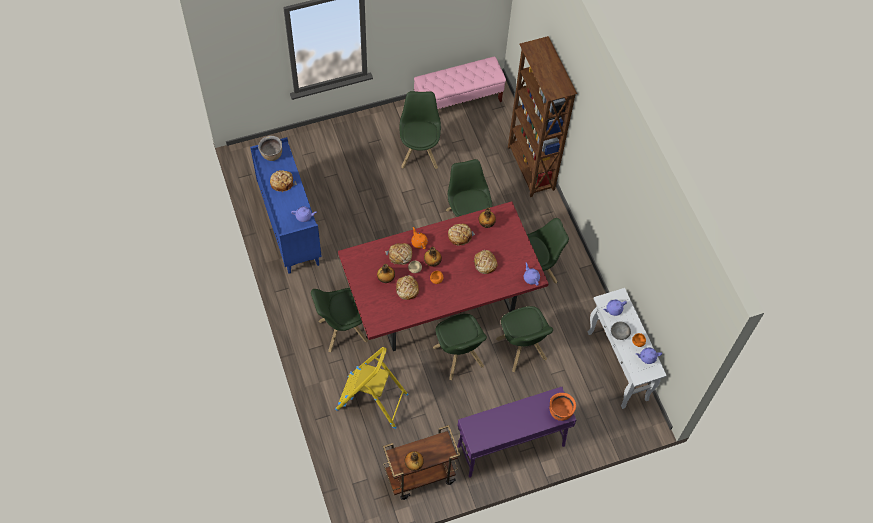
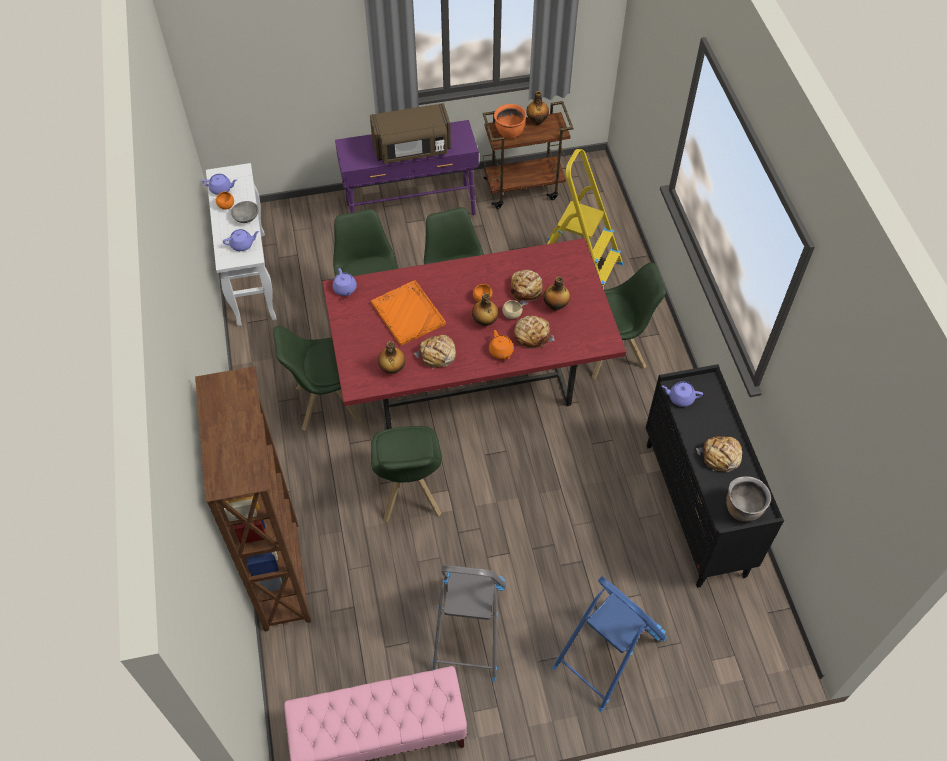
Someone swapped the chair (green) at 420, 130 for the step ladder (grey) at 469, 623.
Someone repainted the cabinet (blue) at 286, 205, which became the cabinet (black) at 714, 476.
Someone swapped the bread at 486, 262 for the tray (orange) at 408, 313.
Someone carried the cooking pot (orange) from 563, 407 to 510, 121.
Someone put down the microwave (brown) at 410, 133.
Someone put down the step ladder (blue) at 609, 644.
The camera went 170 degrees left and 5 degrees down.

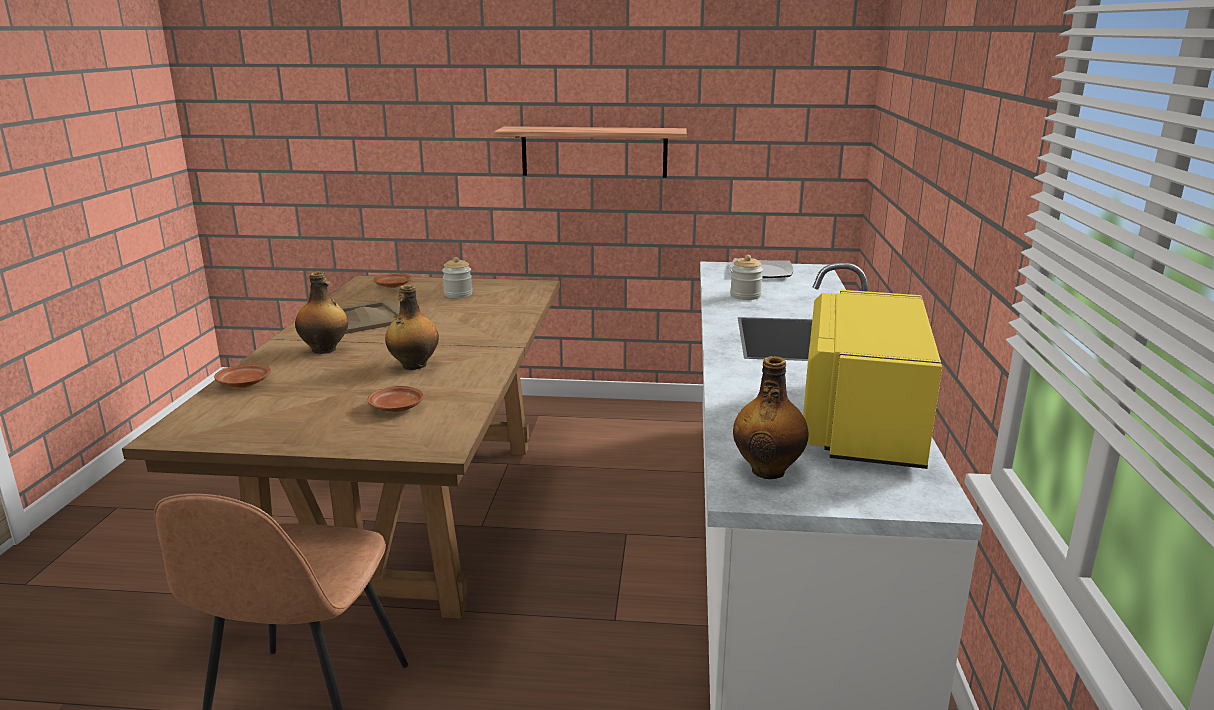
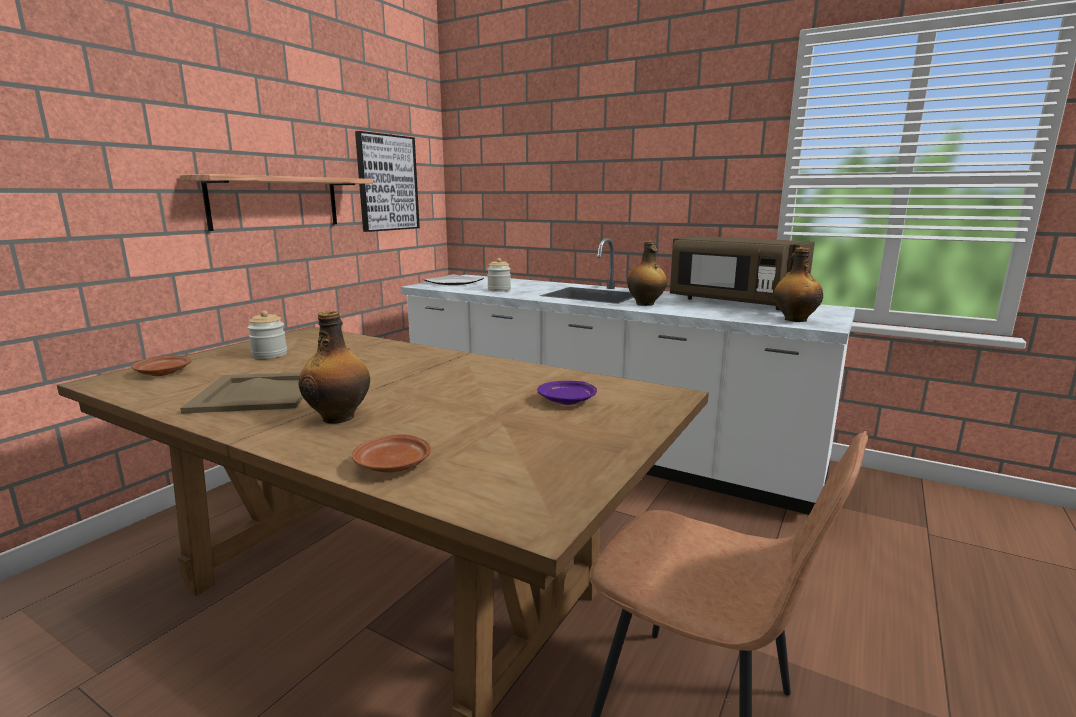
Someone carried the bottle from 412, 327 to 647, 273.
Someone repainted the microwave (yellow) at 872, 379, which became the microwave (brown) at 742, 273.
Someone repainted the plate (brown) at 395, 399, which became the plate (purple) at 567, 393.
Someone put up the picture at 387, 181.
The camera went 65 degrees left and 5 degrees down.

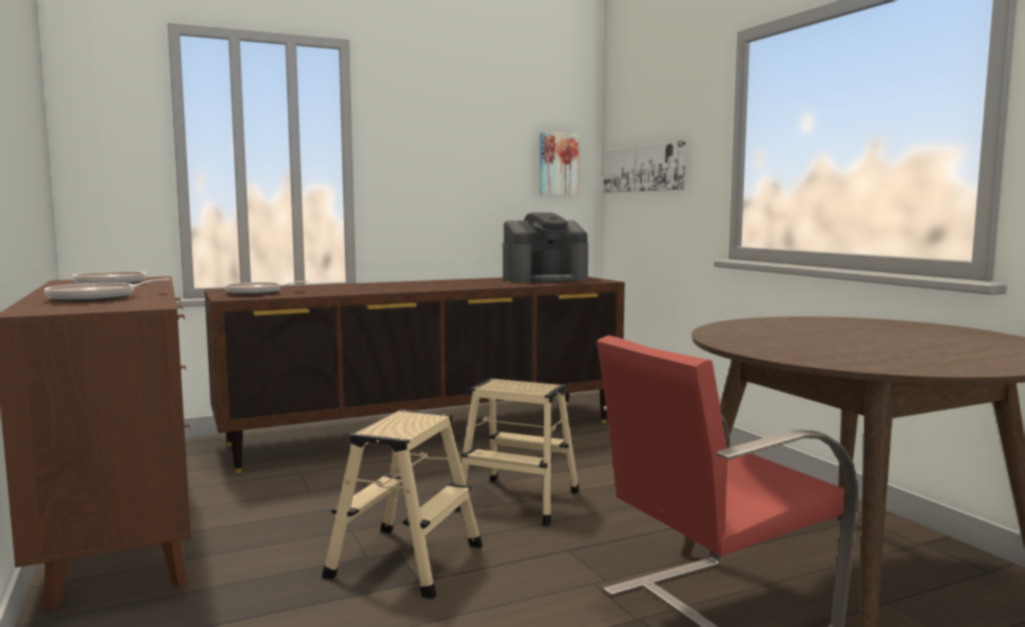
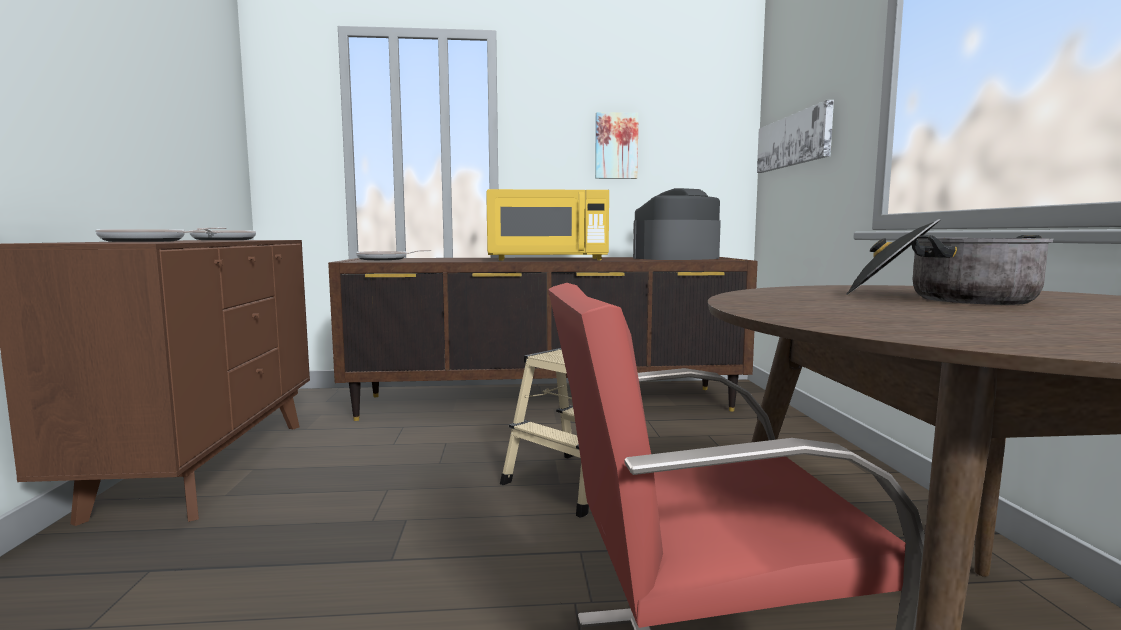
Someone carried the picture from 559, 164 to 617, 145.
Someone rotated the coffee machine at 545, 248 by 150 degrees clockwise.
Someone took away the step ladder (beige) at 402, 504.
Someone put down the microwave (yellow) at 547, 225.
Someone put down the cooking pot at 950, 262.
The camera went 20 degrees right and 0 degrees up.

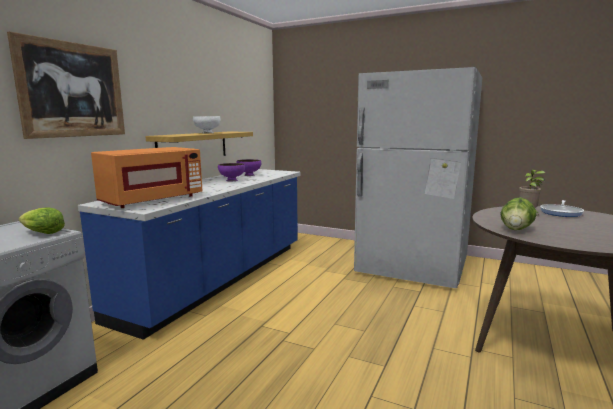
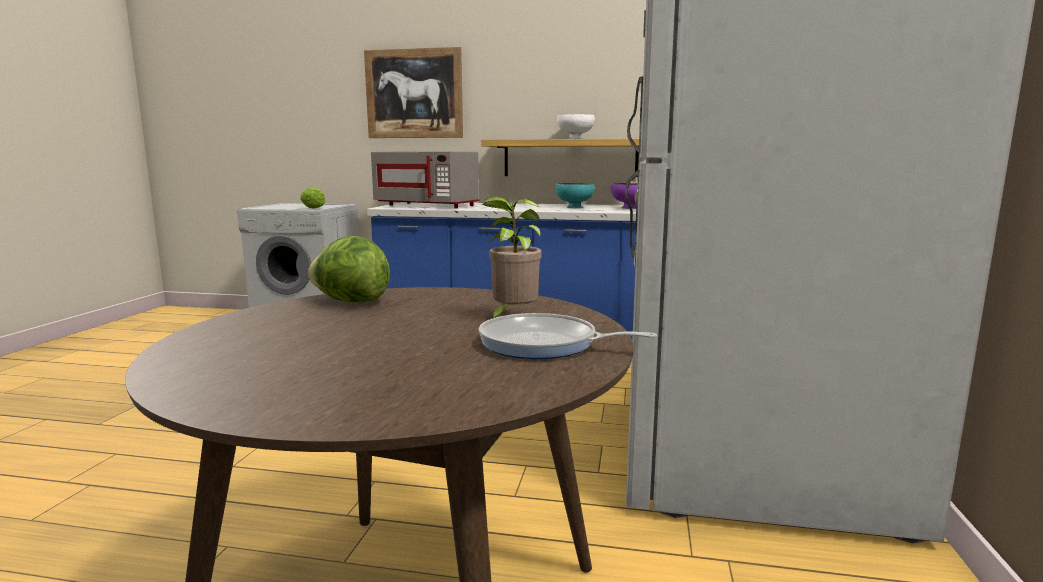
Someone repainted the microwave (orange) at 146, 177, which became the microwave (grey) at 425, 179.
Someone repainted the bowl (purple) at 231, 172, which became the bowl (turquoise) at 575, 195.
The camera went 75 degrees right and 0 degrees up.

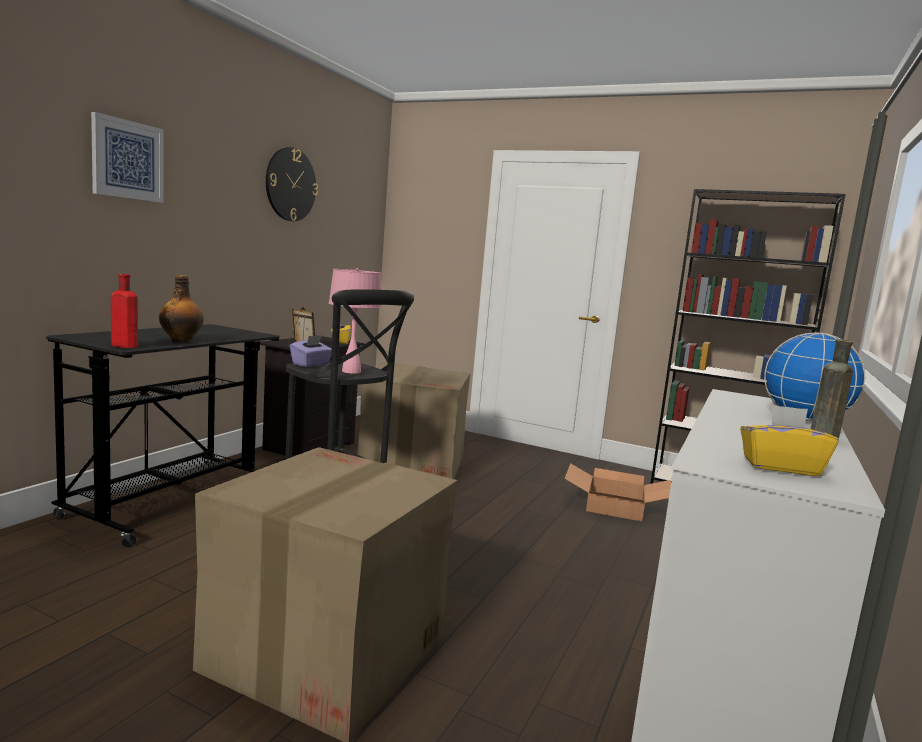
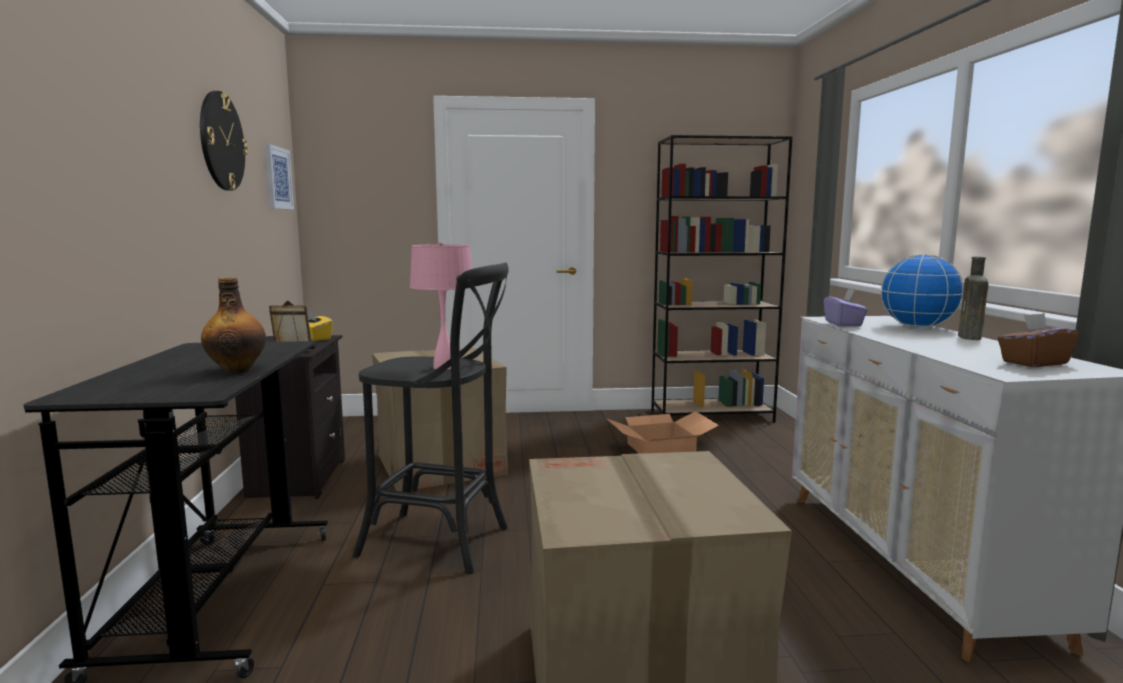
Someone carried the picture from 127, 157 to 279, 177.
Someone took away the bottle (red) at 124, 311.
Someone carried the tissue box (purple) from 311, 351 to 846, 307.
Someone repainted the tissue box (yellow) at 789, 440, which became the tissue box (brown) at 1039, 340.
The camera went 30 degrees left and 0 degrees up.

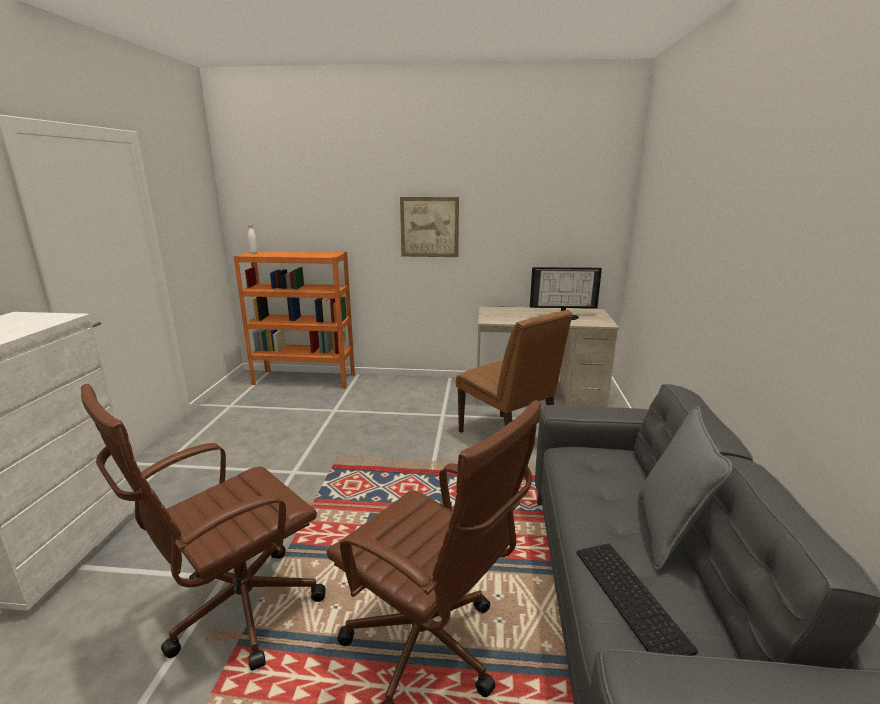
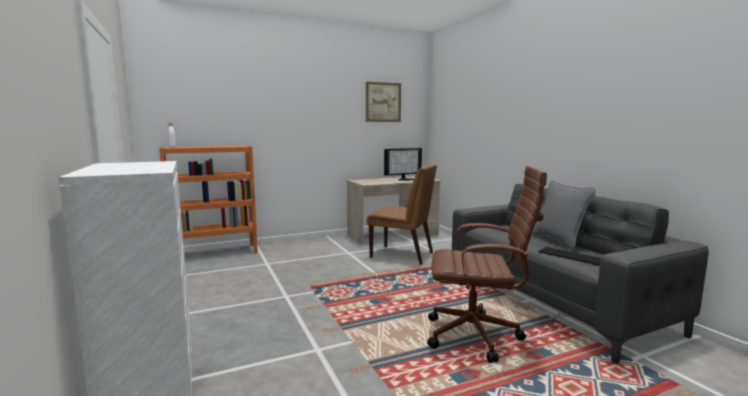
Someone carried the picture from 429, 227 to 383, 102.
Someone took away the office chair (brown) at 203, 527.
The camera went 30 degrees left and 10 degrees down.

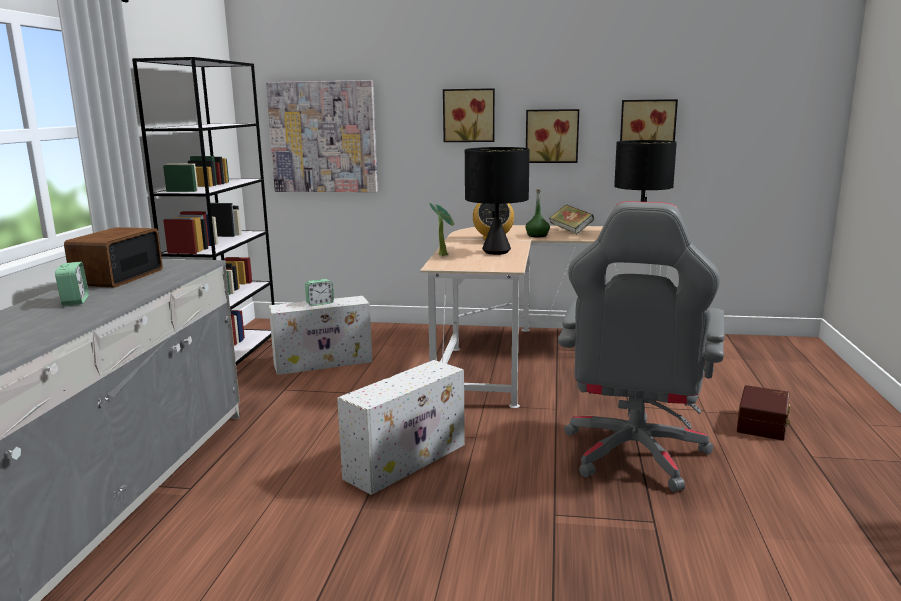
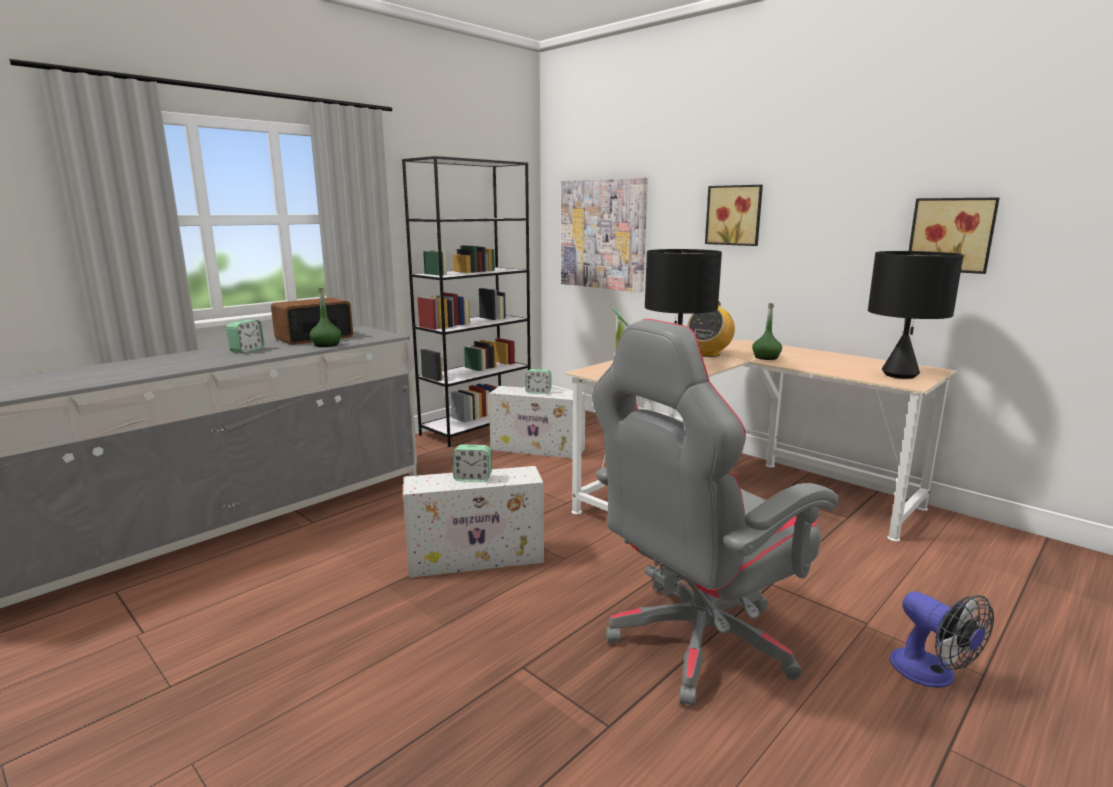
Someone took away the picture at 552, 136.
Someone took away the book at 571, 219.
Someone swapped the storage box (brown) at 764, 413 for the fan at 941, 640.
Someone put down the bottle (green) at 325, 317.
Someone put down the alarm clock at 472, 463.
The camera went 35 degrees right and 0 degrees up.

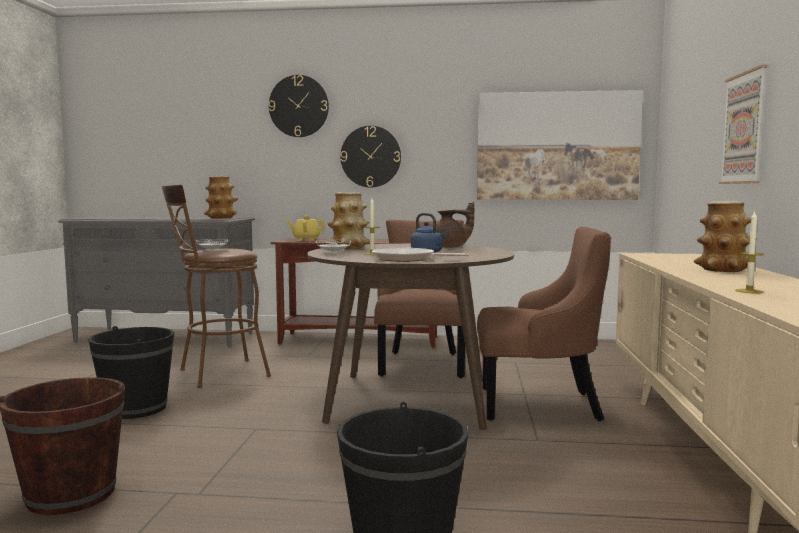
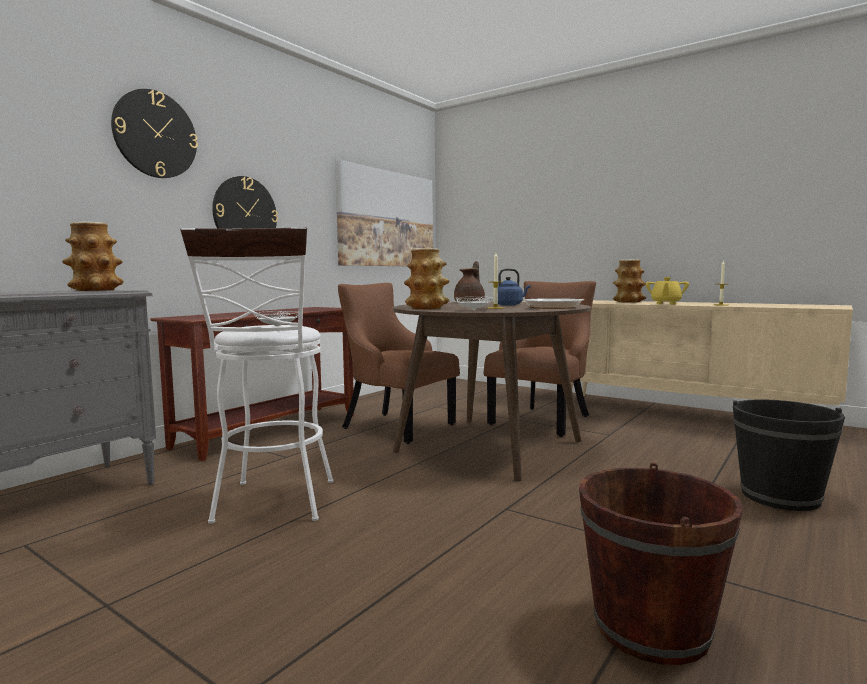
Someone took away the picture at 743, 124.
Someone repainted the stool (brown) at 216, 286, which became the stool (white) at 257, 375.
Someone carried the teapot (yellow) from 306, 228 to 667, 291.
Someone took away the bucket (black) at 131, 372.
The camera went 60 degrees left and 0 degrees up.

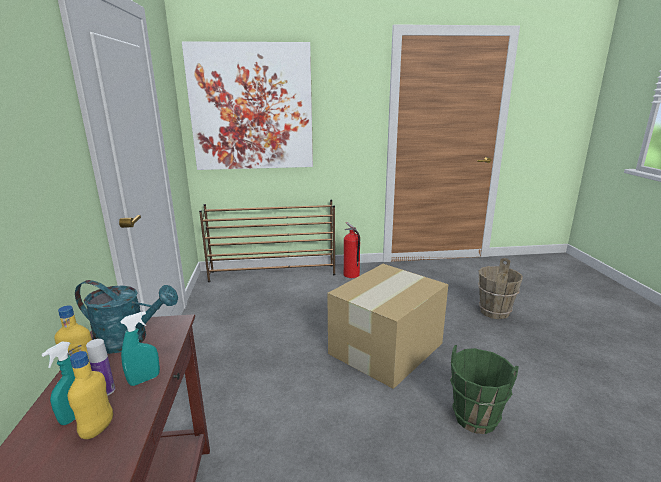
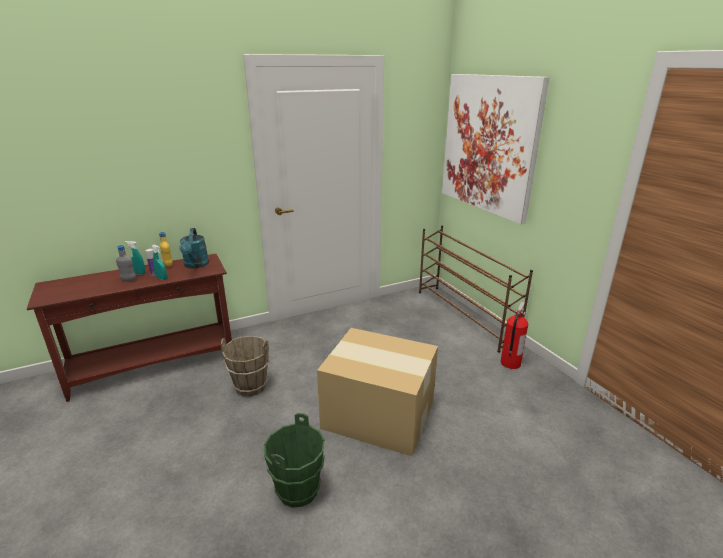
Someone carried the bucket (brown) from 500, 288 to 245, 366.
Someone repainted the bottle (yellow) at 90, 395, which became the bottle (grey) at 126, 263.
The camera went 70 degrees right and 5 degrees up.

